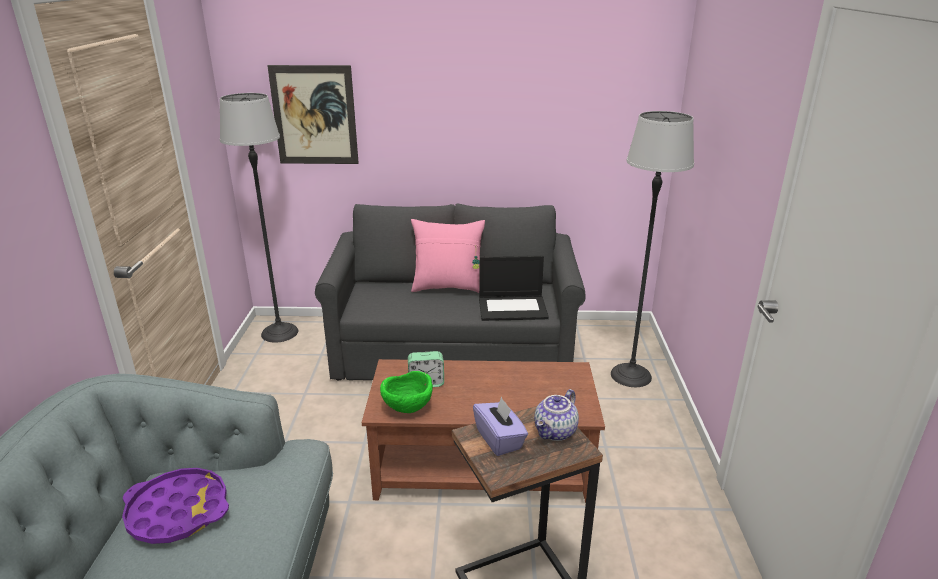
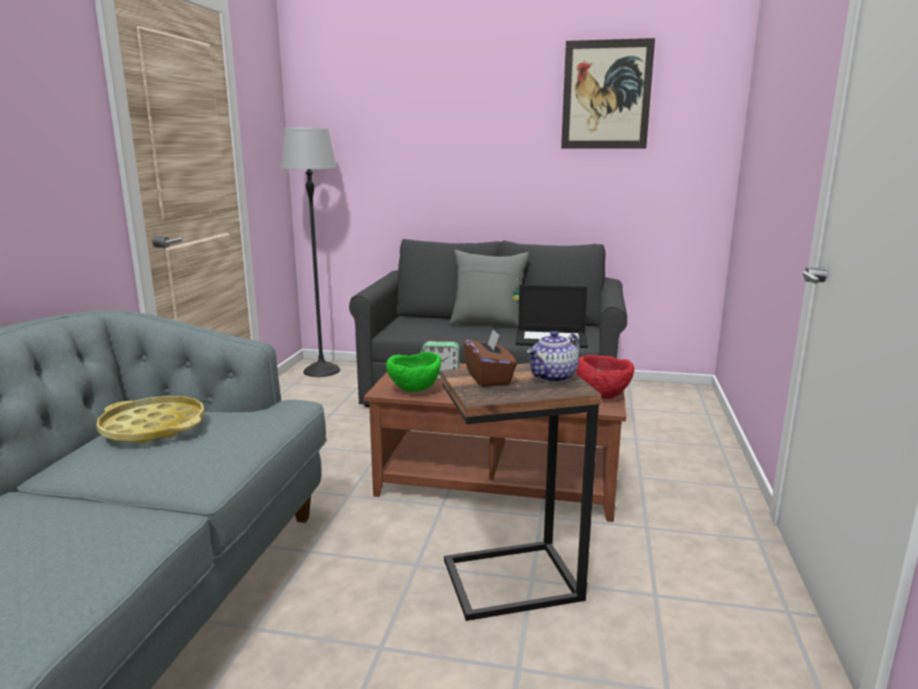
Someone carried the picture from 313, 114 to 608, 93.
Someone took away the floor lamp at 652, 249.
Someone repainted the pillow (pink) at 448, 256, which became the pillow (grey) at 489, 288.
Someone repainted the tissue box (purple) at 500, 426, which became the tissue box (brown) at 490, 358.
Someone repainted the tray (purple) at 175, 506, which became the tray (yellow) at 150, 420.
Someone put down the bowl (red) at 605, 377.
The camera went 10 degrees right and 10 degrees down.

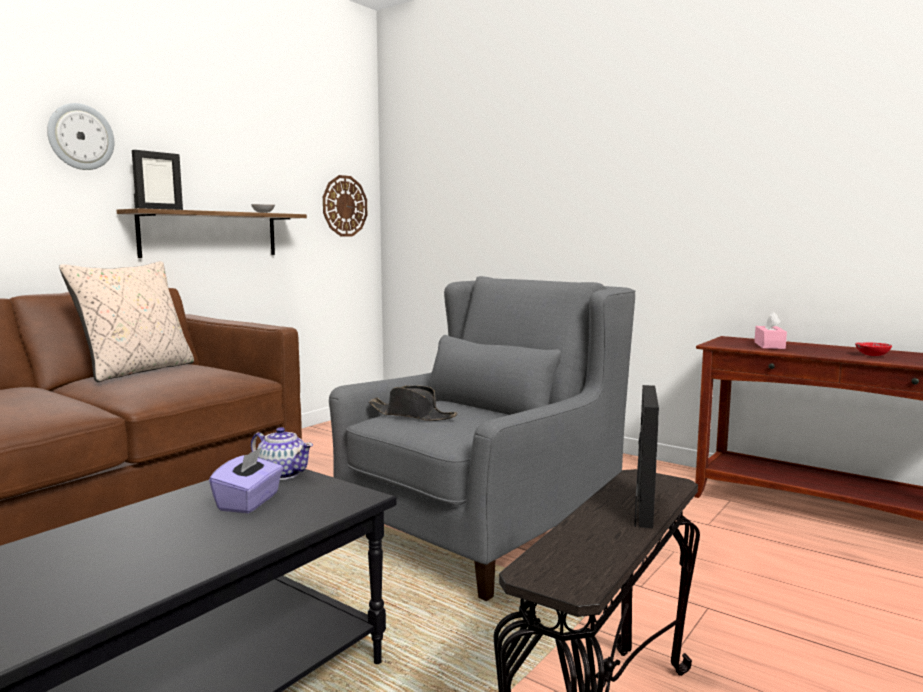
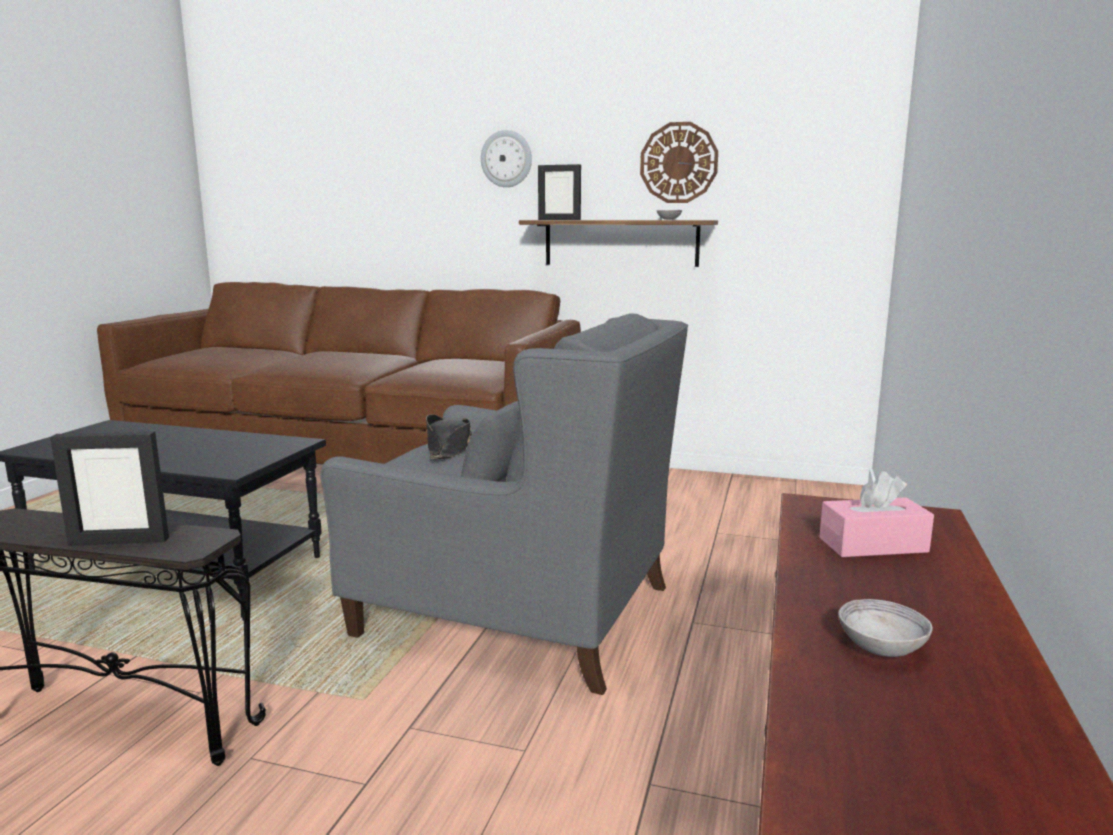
Someone carried the wall clock from 345, 205 to 679, 162.
Someone took away the pillow (beige) at 126, 321.
Someone repainted the bowl (red) at 873, 349, which became the bowl (grey) at 885, 628.
Someone took away the teapot at 282, 453.
Someone took away the tissue box (purple) at 246, 480.
The camera went 70 degrees right and 5 degrees up.

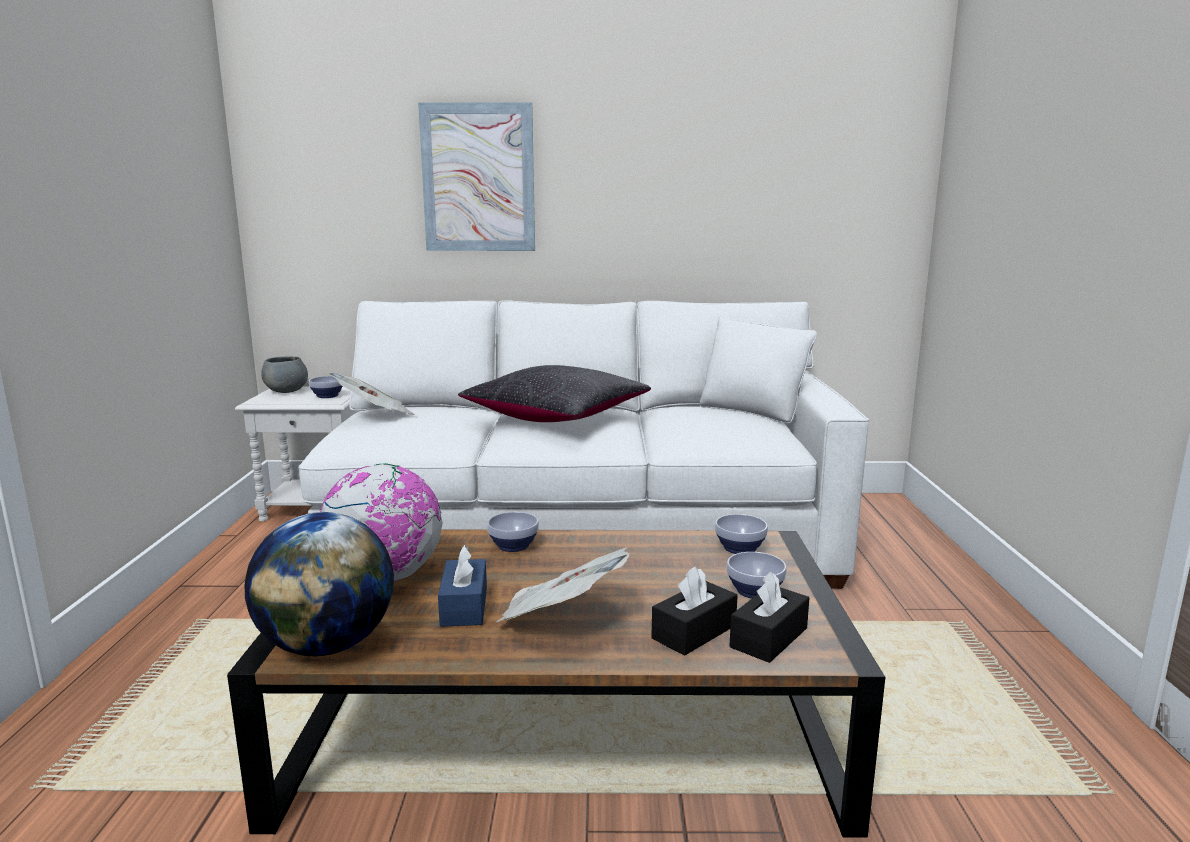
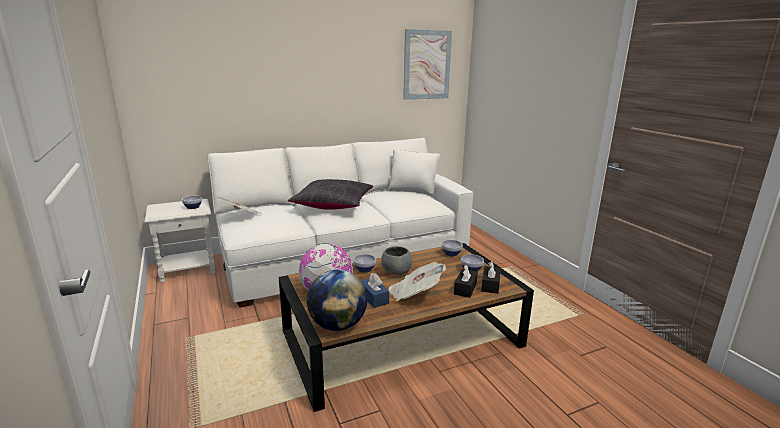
Someone carried the picture from 476, 176 to 427, 64.
Someone carried the bowl (grey) from 284, 374 to 397, 260.
The camera went 25 degrees left and 5 degrees up.

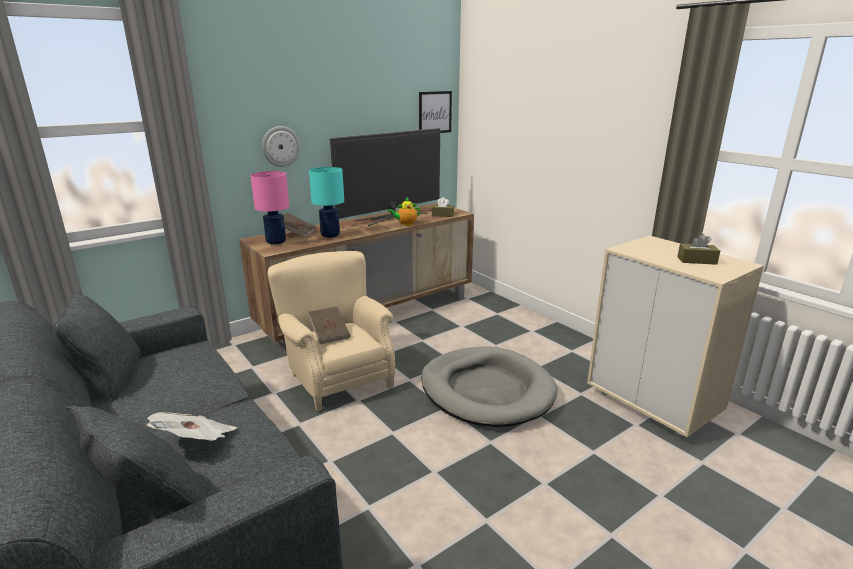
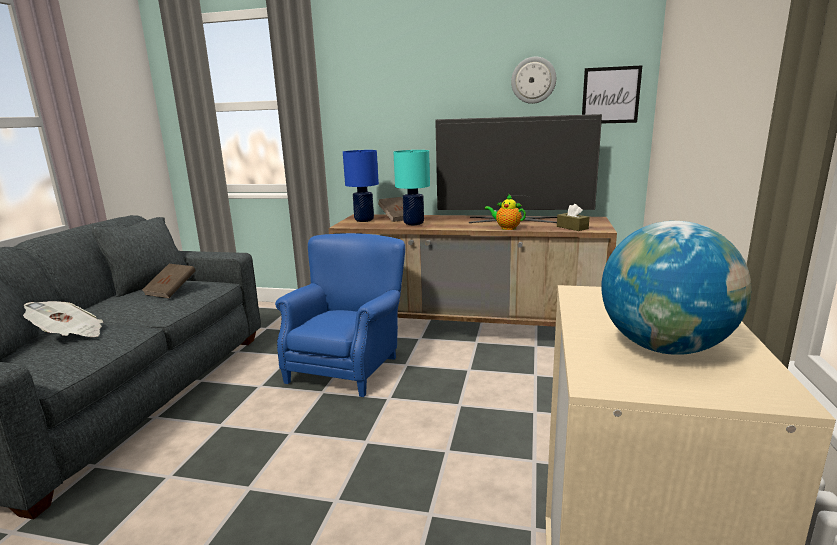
Someone carried the wall clock from 281, 146 to 533, 80.
Someone repainted the table lamp (pink) at 270, 208, which became the table lamp (blue) at 361, 186.
Someone swapped the tissue box (brown) at 698, 249 for the globe at 676, 288.
Someone repainted the armchair (beige) at 331, 331, which became the armchair (blue) at 340, 315.
Someone carried the book (brown) from 329, 325 to 169, 281.
Someone took away the dog bed (grey) at 489, 386.
The camera went 50 degrees right and 5 degrees down.

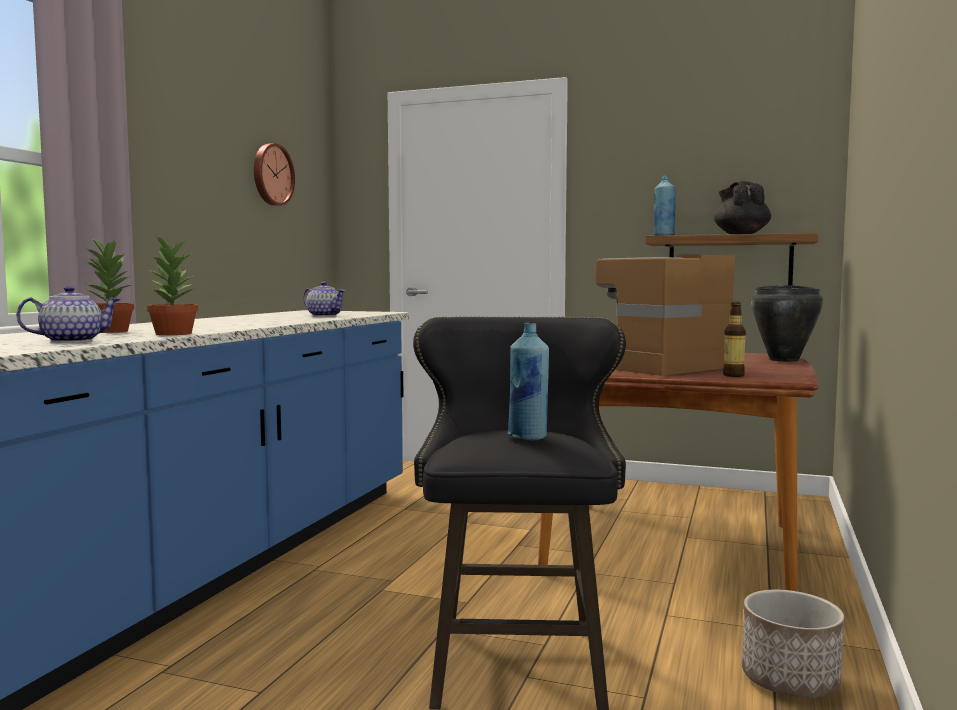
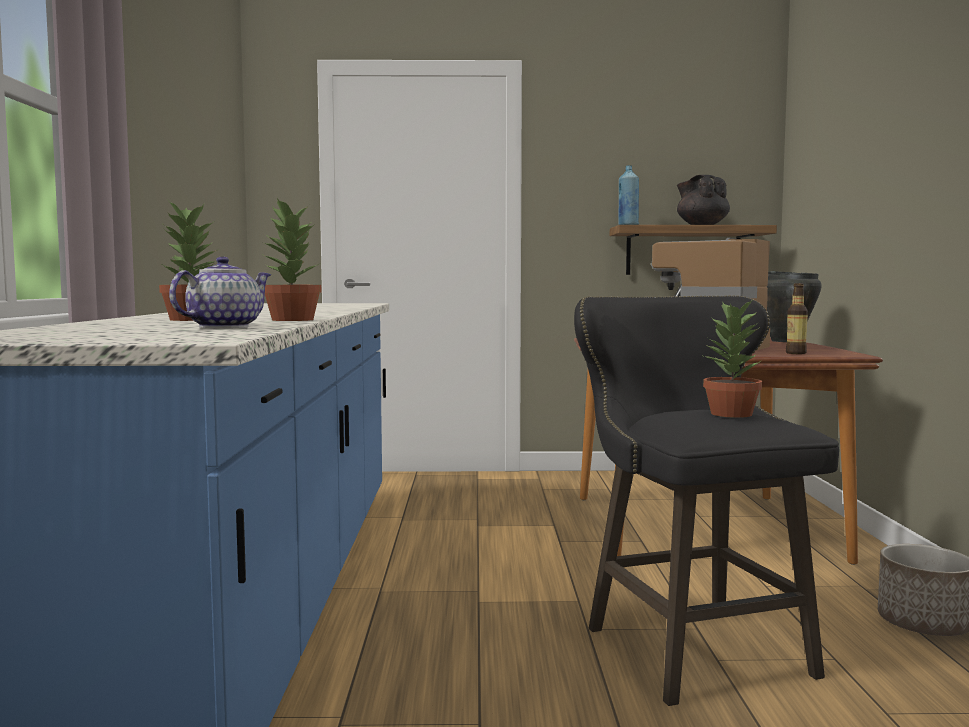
Someone took away the wall clock at 274, 174.
Someone took away the teapot at 324, 299.
Someone swapped the bottle (blue) at 528, 381 for the potted plant at 731, 358.
The camera went 20 degrees left and 0 degrees up.

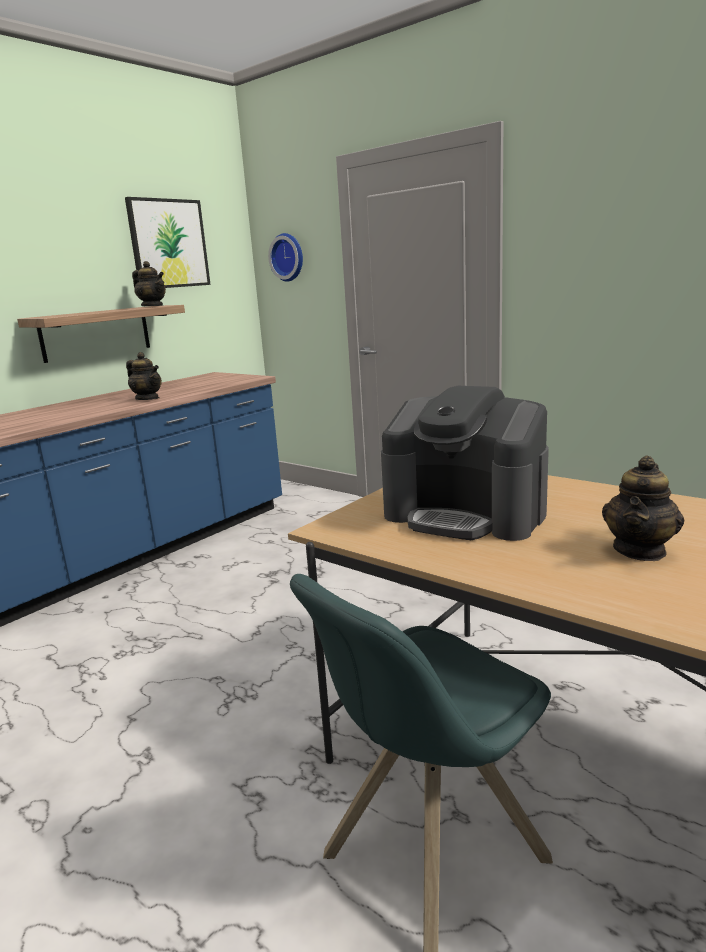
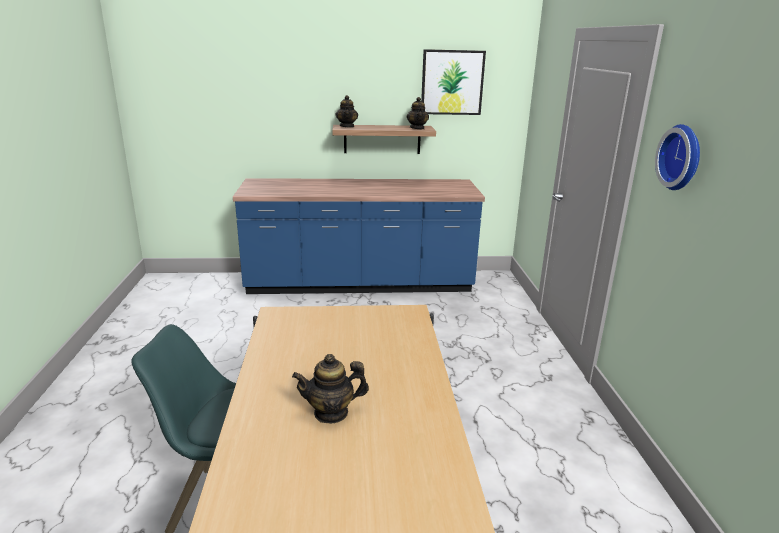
Someone carried the wall clock from 285, 257 to 677, 157.
Someone carried the teapot from 144, 376 to 347, 111.
Someone took away the coffee machine at 465, 463.
The camera went 45 degrees right and 5 degrees up.

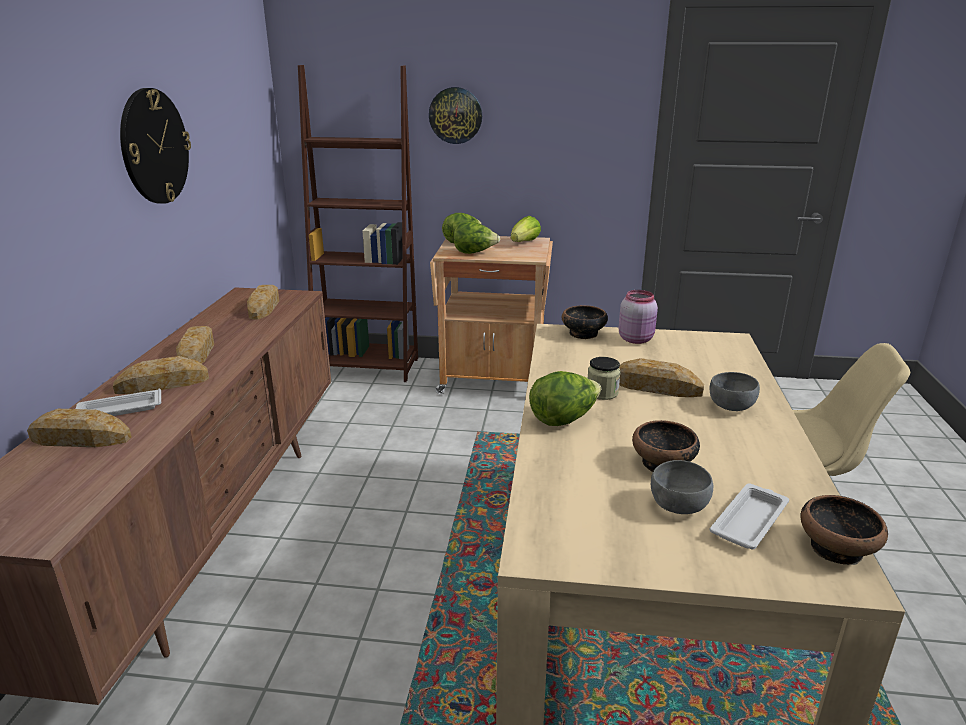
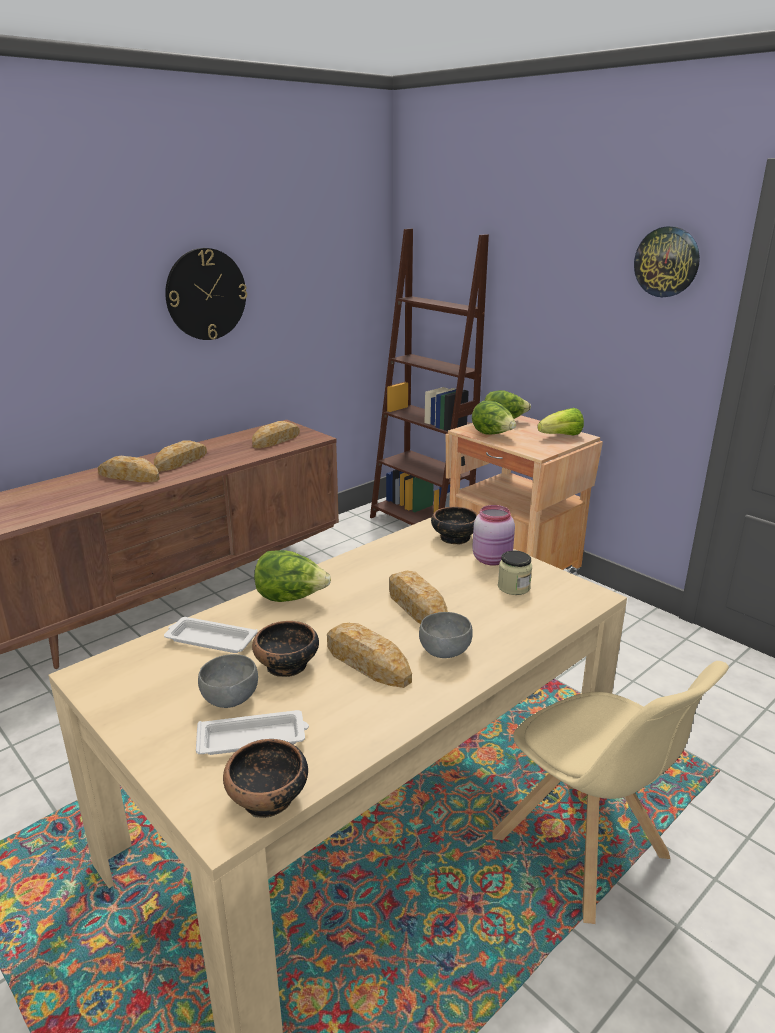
Someone carried the wall clock from 455, 115 to 667, 261.
Someone carried the jar from 604, 378 to 515, 572.
Someone carried the tray (white) from 118, 402 to 211, 635.
Someone carried the bread from 79, 428 to 369, 655.
The camera went 40 degrees right and 0 degrees up.

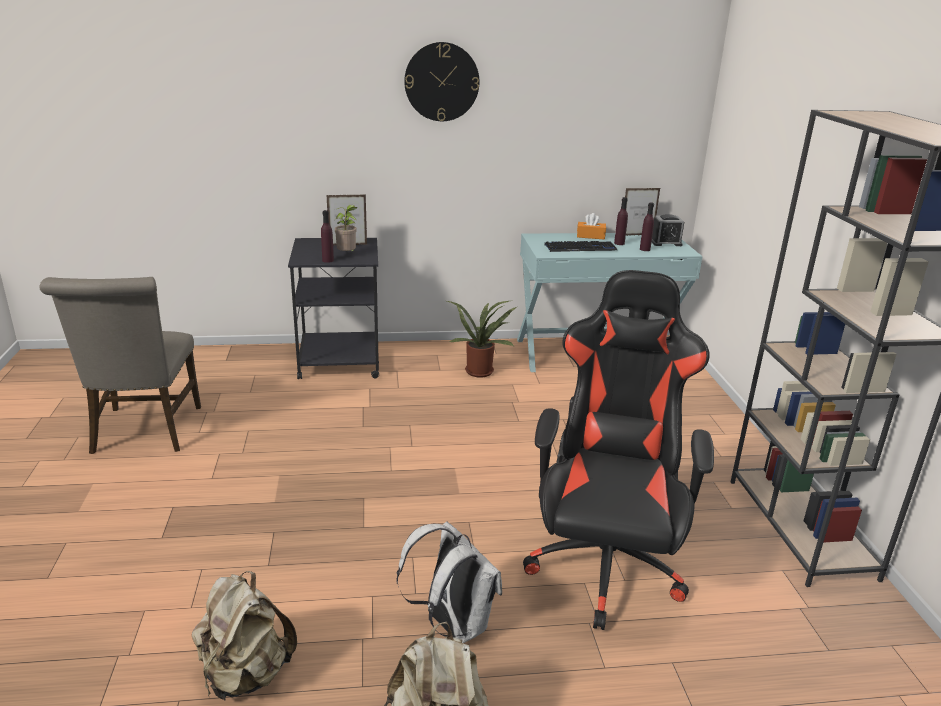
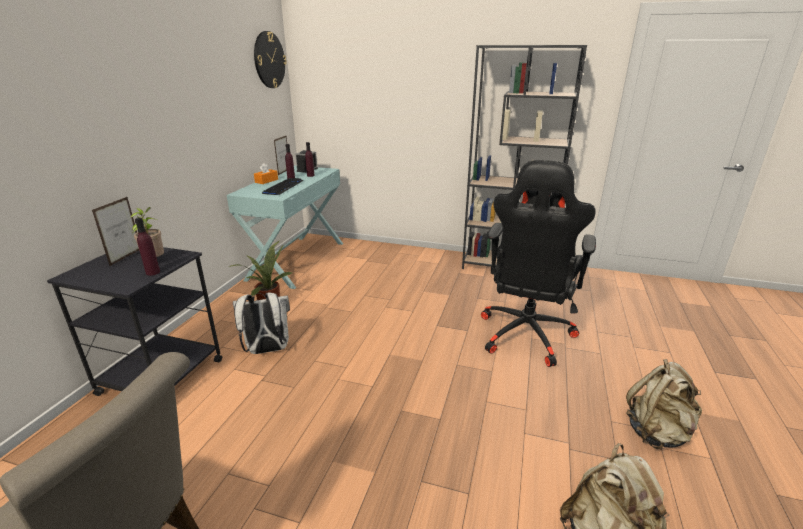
Someone carried the wall clock from 441, 81 to 270, 59.
Someone rotated the office chair (black) at 618, 450 by 105 degrees counterclockwise.
Someone carried the backpack (white) from 449, 582 to 261, 323.
The camera went 65 degrees left and 0 degrees up.

